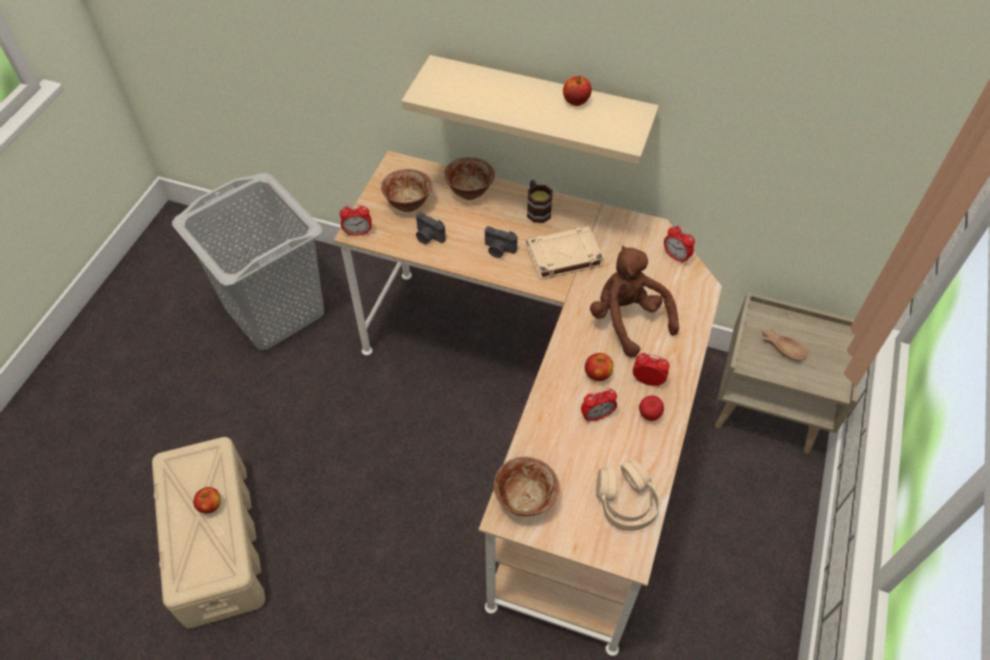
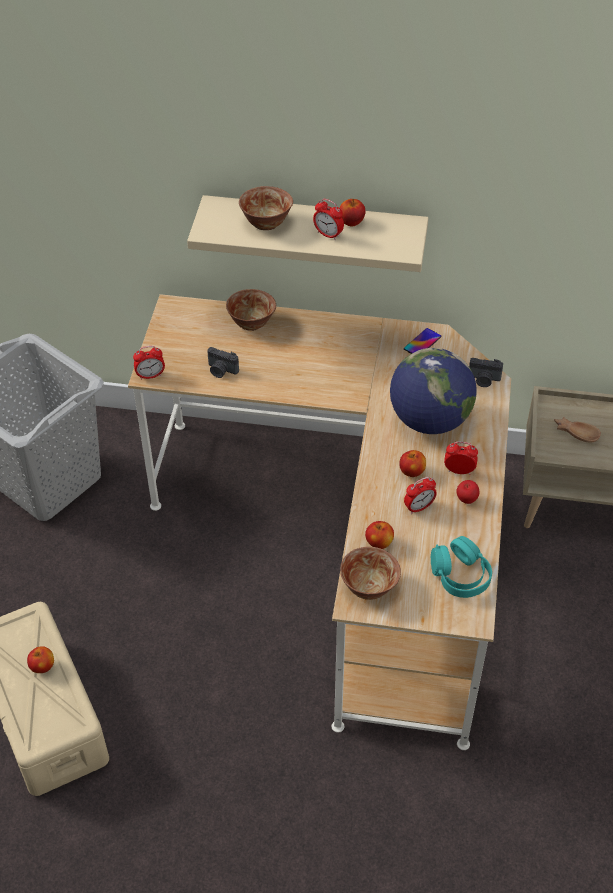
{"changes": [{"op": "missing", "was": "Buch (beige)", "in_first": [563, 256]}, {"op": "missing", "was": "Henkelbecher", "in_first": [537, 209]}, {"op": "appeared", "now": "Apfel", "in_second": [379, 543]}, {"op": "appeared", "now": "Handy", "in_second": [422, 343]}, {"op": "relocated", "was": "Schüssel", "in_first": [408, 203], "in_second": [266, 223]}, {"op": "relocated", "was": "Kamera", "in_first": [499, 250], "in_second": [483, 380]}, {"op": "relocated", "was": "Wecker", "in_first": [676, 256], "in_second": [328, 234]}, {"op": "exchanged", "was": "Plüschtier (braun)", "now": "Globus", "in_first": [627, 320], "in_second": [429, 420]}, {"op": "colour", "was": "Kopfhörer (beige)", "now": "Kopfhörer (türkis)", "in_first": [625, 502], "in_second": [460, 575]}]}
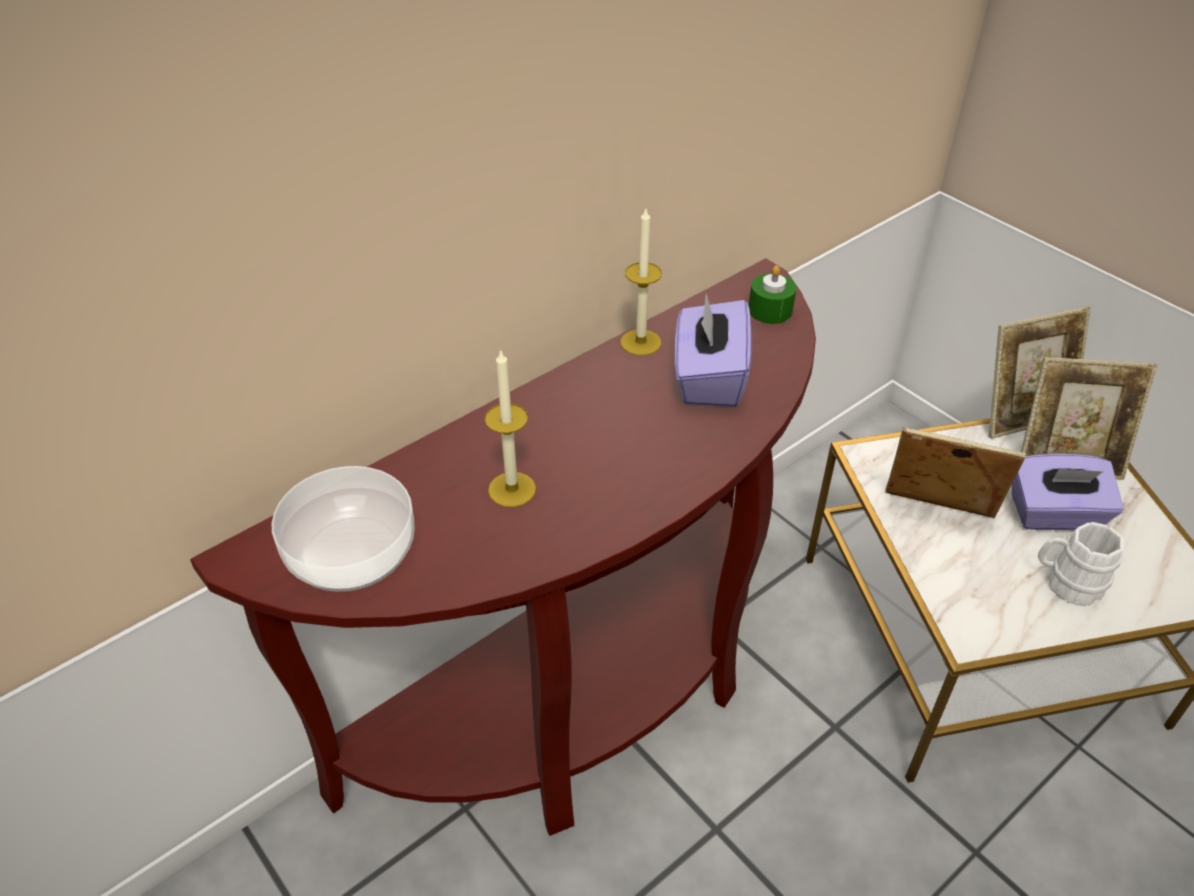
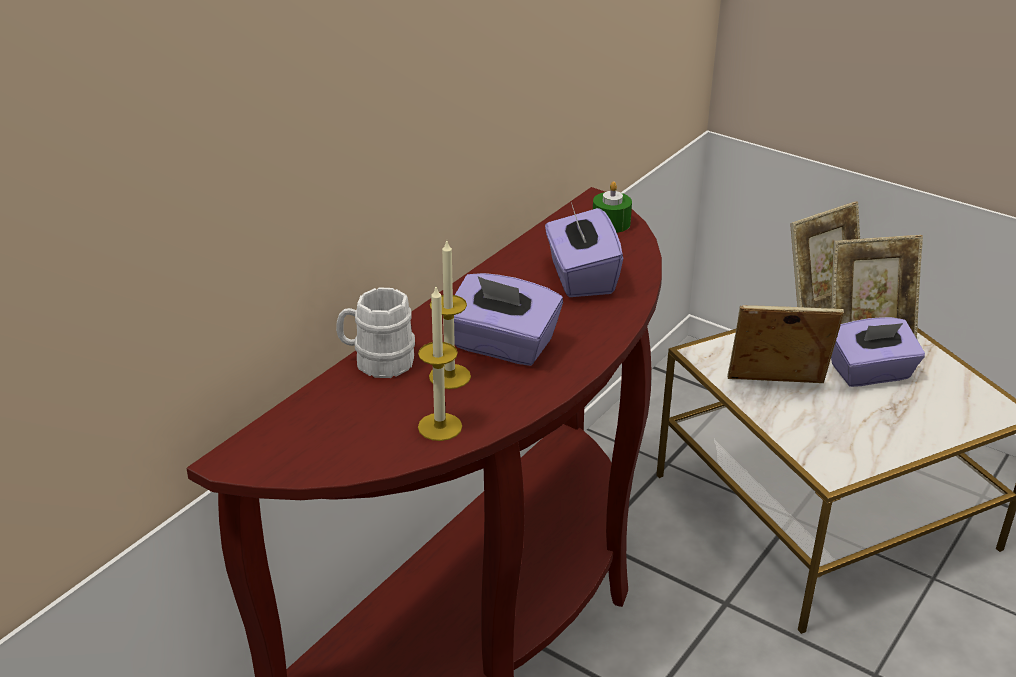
{"changes": [{"op": "missing", "was": "Schüssel", "in_first": [351, 552]}, {"op": "appeared", "now": "Taschentuchbox (lila)", "in_second": [502, 346]}, {"op": "relocated", "was": "Kerze", "in_first": [640, 342], "in_second": [440, 427]}, {"op": "relocated", "was": "Henkelbecher (weiß)", "in_first": [1066, 583], "in_second": [377, 362]}]}
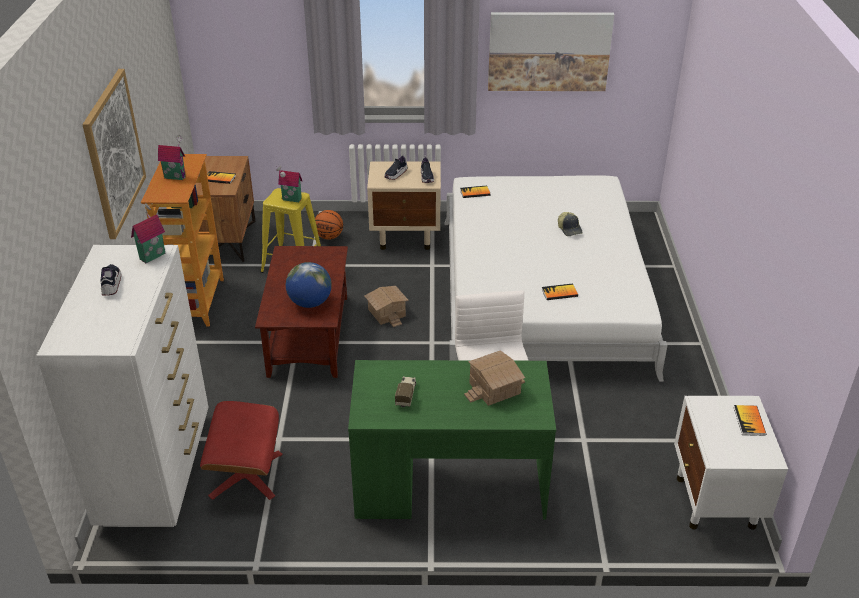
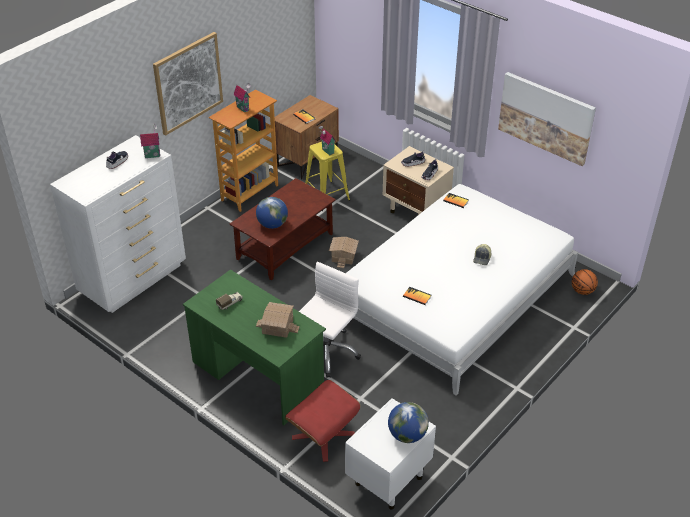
{"changes": [{"op": "relocated", "was": "Polsterhocker (rot)", "in_first": [245, 474], "in_second": [323, 435]}, {"op": "relocated", "was": "Basketball", "in_first": [329, 237], "in_second": [582, 291]}, {"op": "exchanged", "was": "Buch", "now": "Globus", "in_first": [749, 421], "in_second": [407, 435]}]}
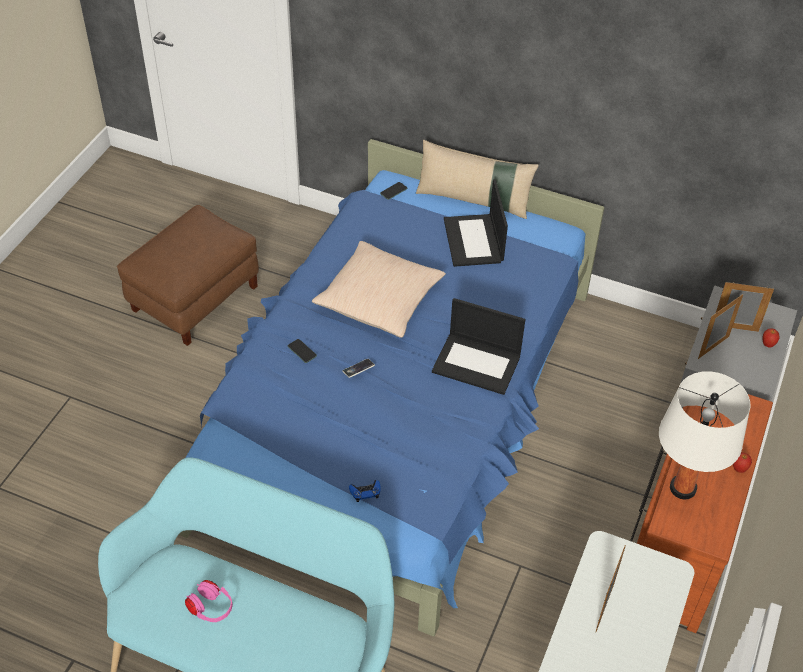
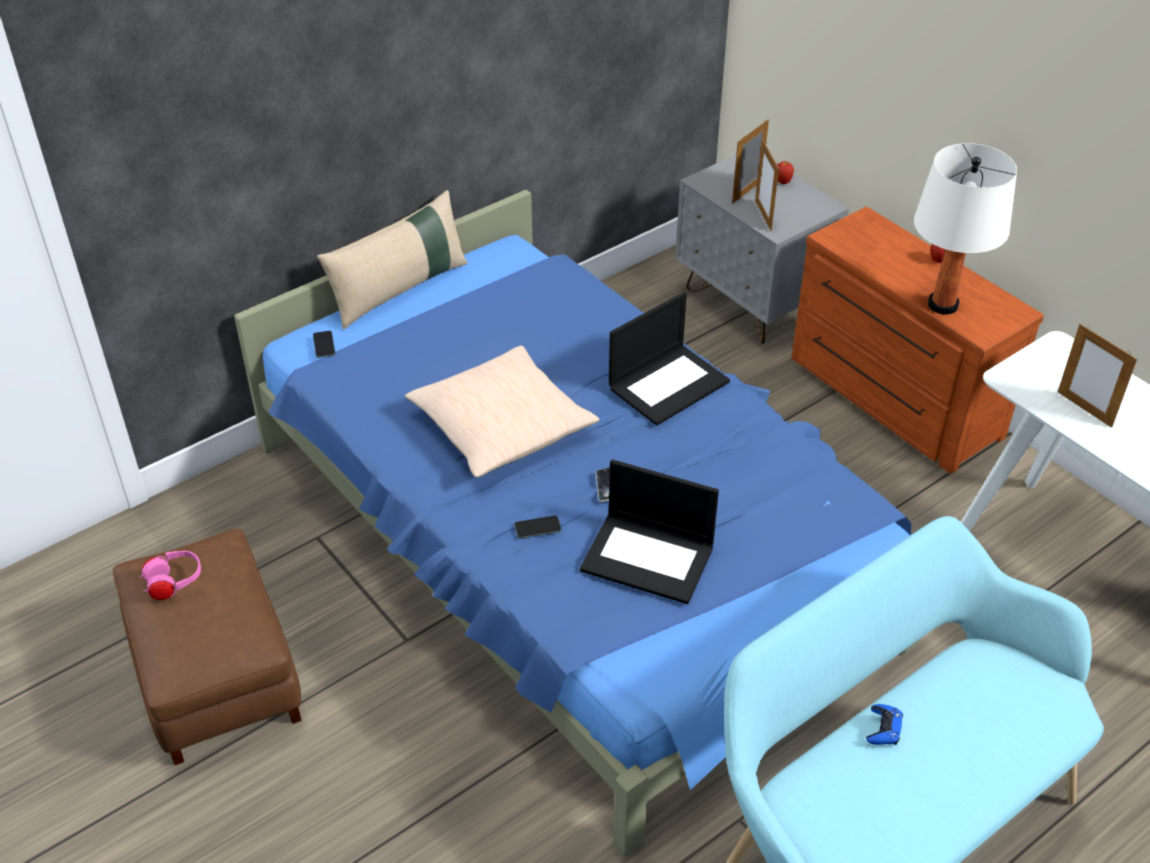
{"changes": [{"op": "relocated", "was": "Kopfhörer (rosa)", "in_first": [210, 608], "in_second": [174, 584]}, {"op": "relocated", "was": "Gamepad (blau)", "in_first": [365, 492], "in_second": [883, 728]}, {"op": "relocated", "was": "Laptop", "in_first": [474, 241], "in_second": [649, 558]}]}
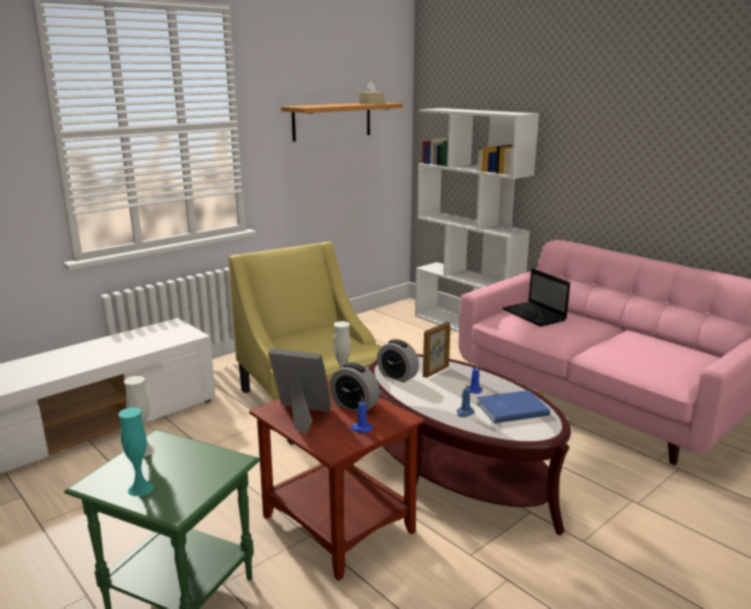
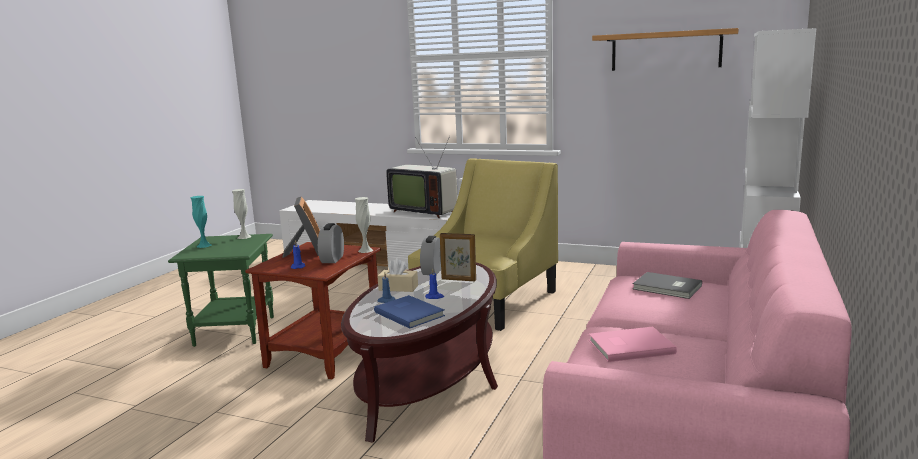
{"changes": [{"op": "appeared", "now": "Fernseher", "in_second": [424, 211]}, {"op": "appeared", "now": "Buch (rosa)", "in_second": [629, 346]}, {"op": "relocated", "was": "Taschentuchbox (beige)", "in_first": [371, 103], "in_second": [398, 288]}, {"op": "exchanged", "was": "Laptop", "now": "Buch (grau)", "in_first": [535, 315], "in_second": [667, 288]}]}
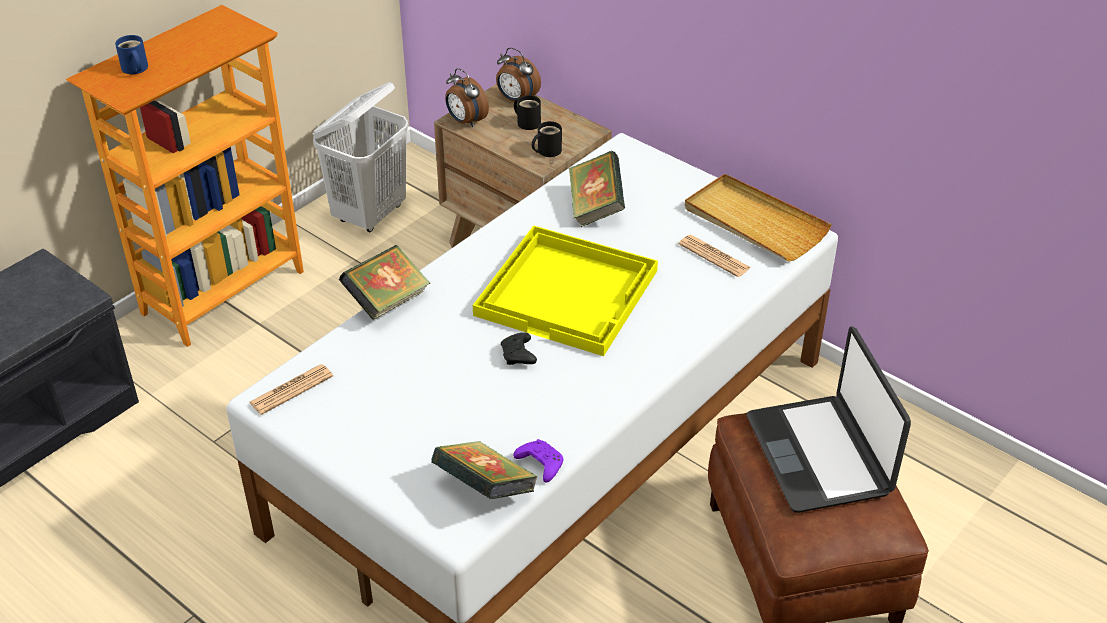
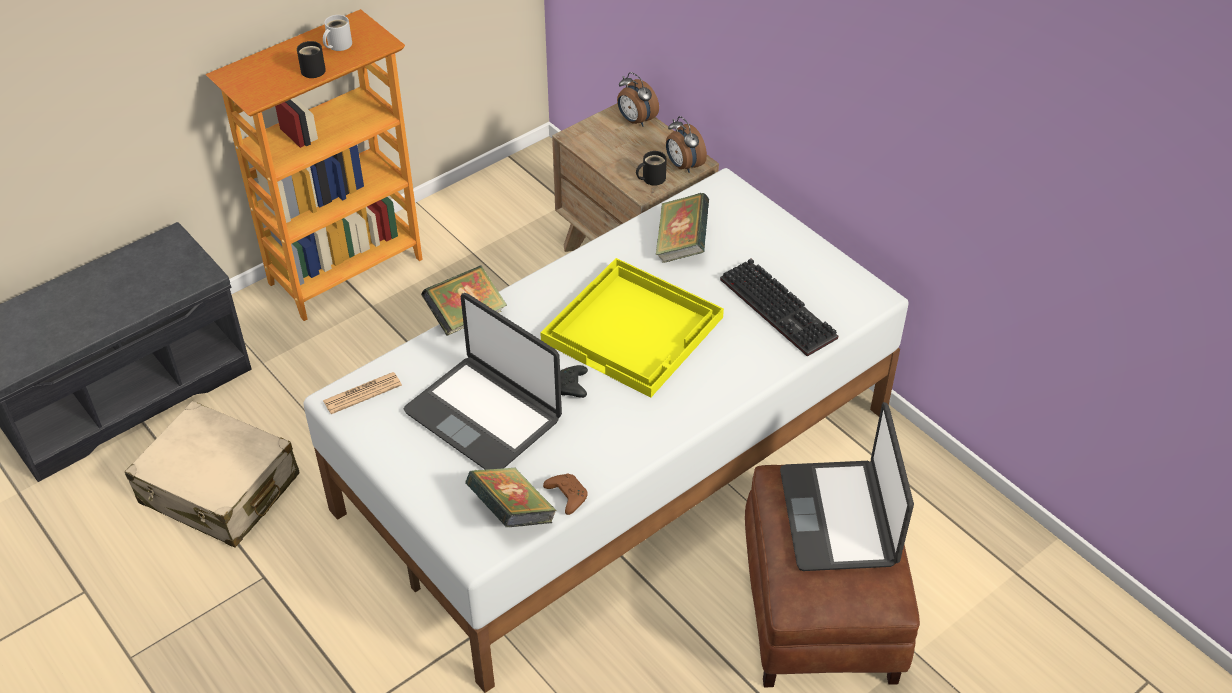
{"changes": [{"op": "missing", "was": "Henkelbecher (blau)", "in_first": [134, 69]}, {"op": "missing", "was": "Wäschekorb (weiß)", "in_first": [370, 214]}, {"op": "missing", "was": "Tablett (beige)", "in_first": [754, 222]}, {"op": "appeared", "now": "Koffer (beige)", "in_second": [219, 490]}, {"op": "appeared", "now": "Henkelbecher (weiß)", "in_second": [337, 45]}, {"op": "appeared", "now": "Laptop", "in_second": [484, 415]}, {"op": "relocated", "was": "Wecker", "in_first": [465, 121], "in_second": [683, 166]}, {"op": "relocated", "was": "Henkelbecher (schwarz)", "in_first": [528, 122], "in_second": [312, 69]}, {"op": "exchanged", "was": "Zeitung", "now": "Tastatur", "in_first": [714, 256], "in_second": [781, 309]}, {"op": "colour", "was": "Gamepad (lila)", "now": "Gamepad (braun)", "in_first": [539, 464], "in_second": [566, 496]}]}
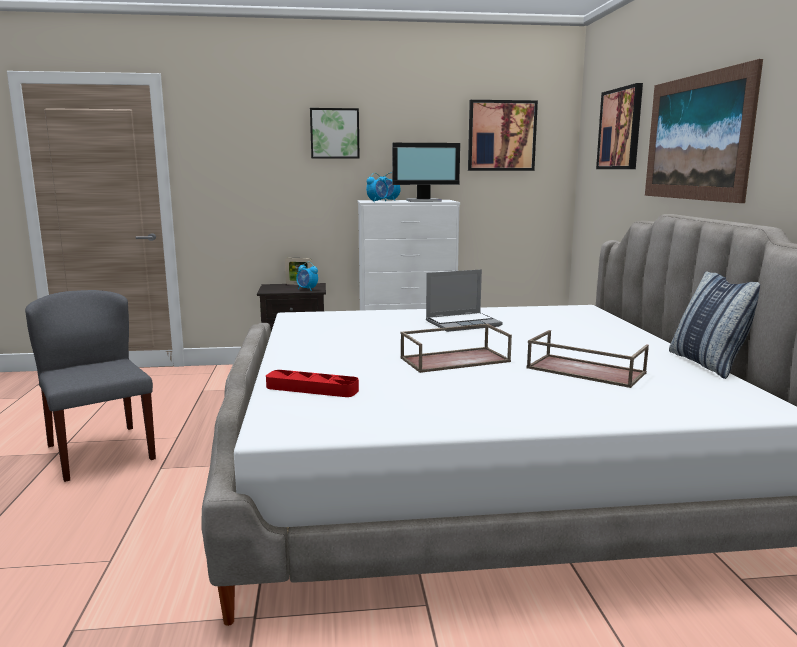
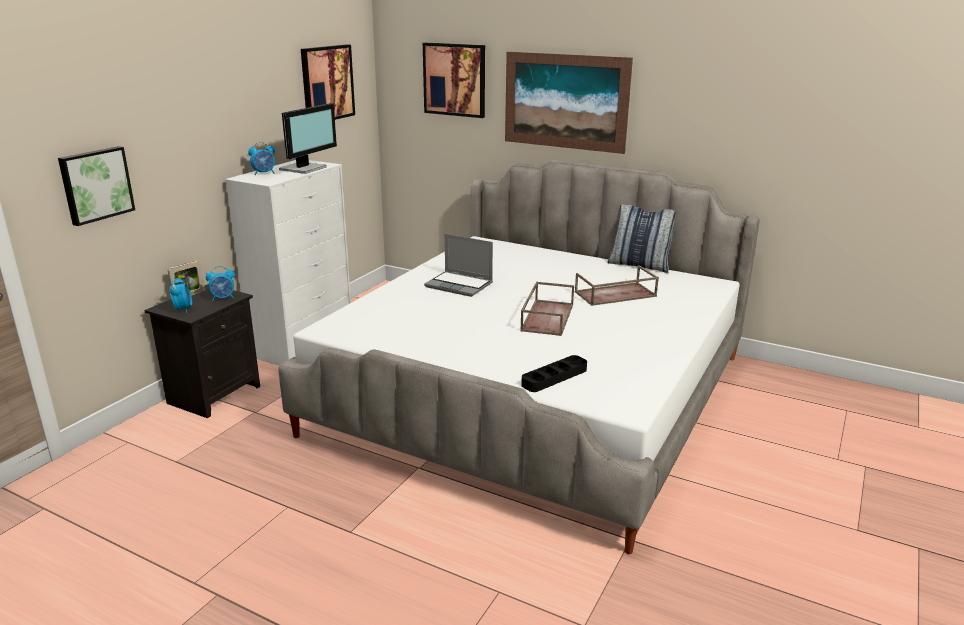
{"changes": [{"op": "missing", "was": "Stuhl (grau)", "in_first": [100, 452]}, {"op": "relocated", "was": "Bild", "in_first": [334, 133], "in_second": [95, 184]}, {"op": "relocated", "was": "Wecker", "in_first": [377, 201], "in_second": [183, 309]}, {"op": "colour", "was": "Tablett (rot)", "now": "Tablett (schwarz)", "in_first": [312, 389], "in_second": [554, 377]}, {"op": "spun", "was": "Laptop", "in_first": [463, 323], "in_second": [460, 285], "clockwise": 105}]}
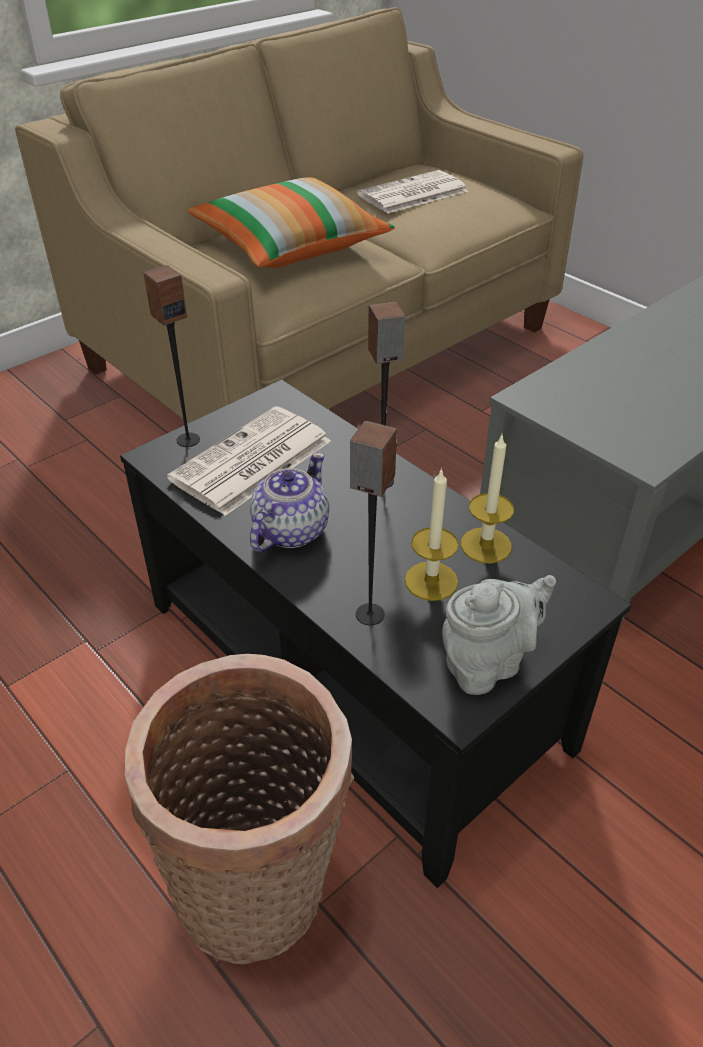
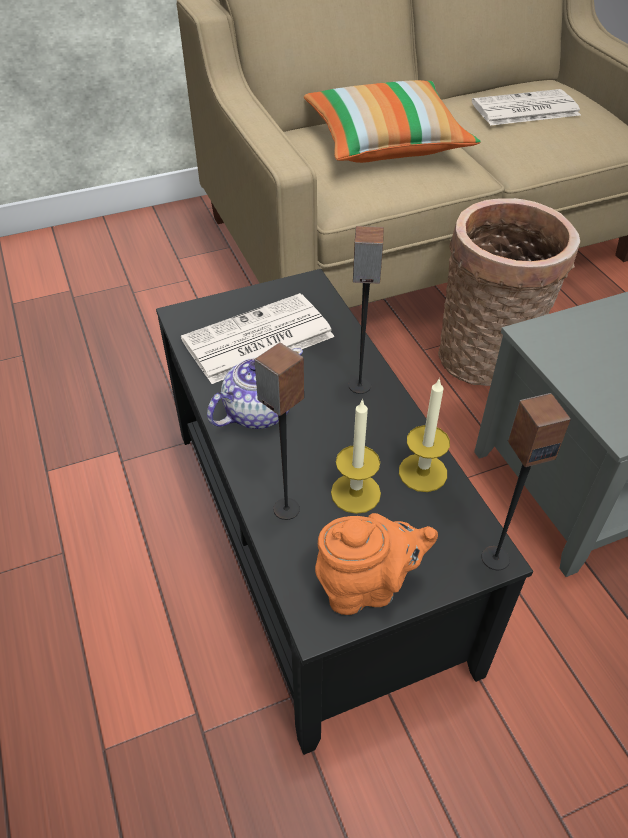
{"changes": [{"op": "relocated", "was": "Korb", "in_first": [260, 889], "in_second": [486, 359]}, {"op": "relocated", "was": "Lautsprecher", "in_first": [188, 440], "in_second": [495, 557]}, {"op": "colour", "was": "Teekanne (grau)", "now": "Teekanne (orange)", "in_first": [488, 663], "in_second": [366, 587]}]}
